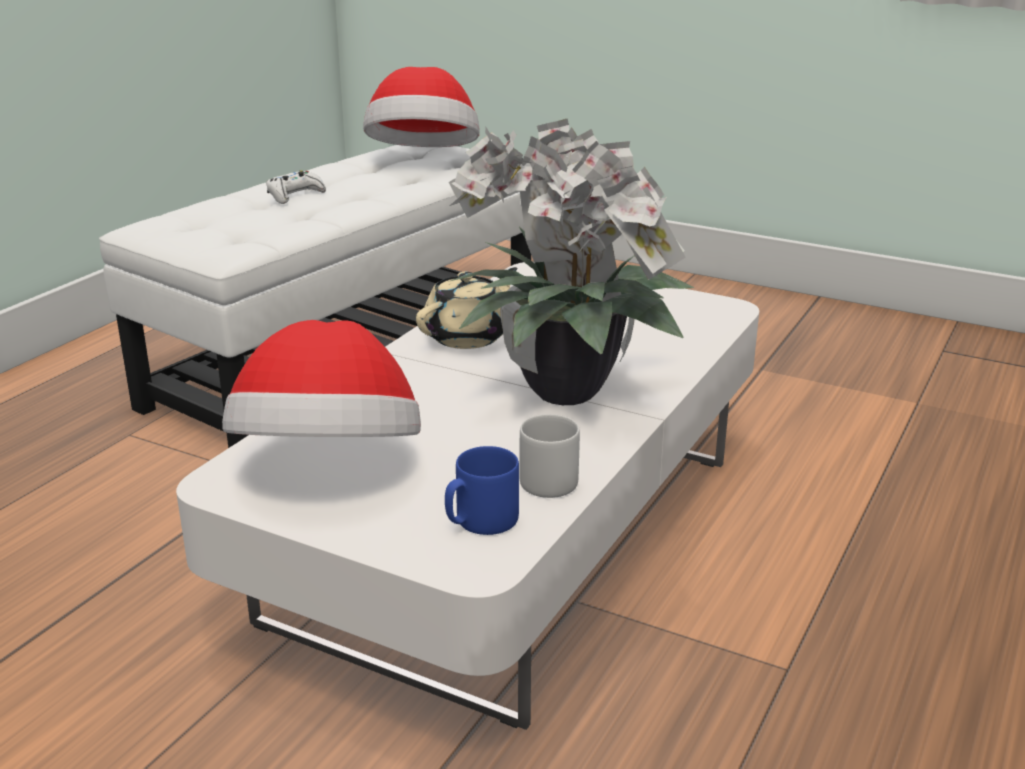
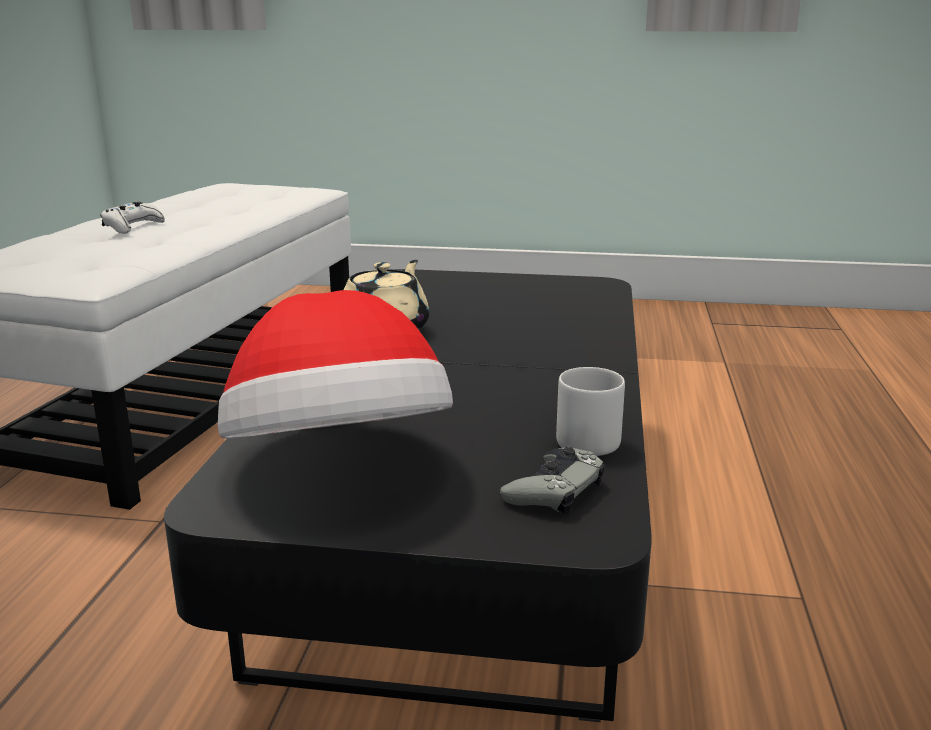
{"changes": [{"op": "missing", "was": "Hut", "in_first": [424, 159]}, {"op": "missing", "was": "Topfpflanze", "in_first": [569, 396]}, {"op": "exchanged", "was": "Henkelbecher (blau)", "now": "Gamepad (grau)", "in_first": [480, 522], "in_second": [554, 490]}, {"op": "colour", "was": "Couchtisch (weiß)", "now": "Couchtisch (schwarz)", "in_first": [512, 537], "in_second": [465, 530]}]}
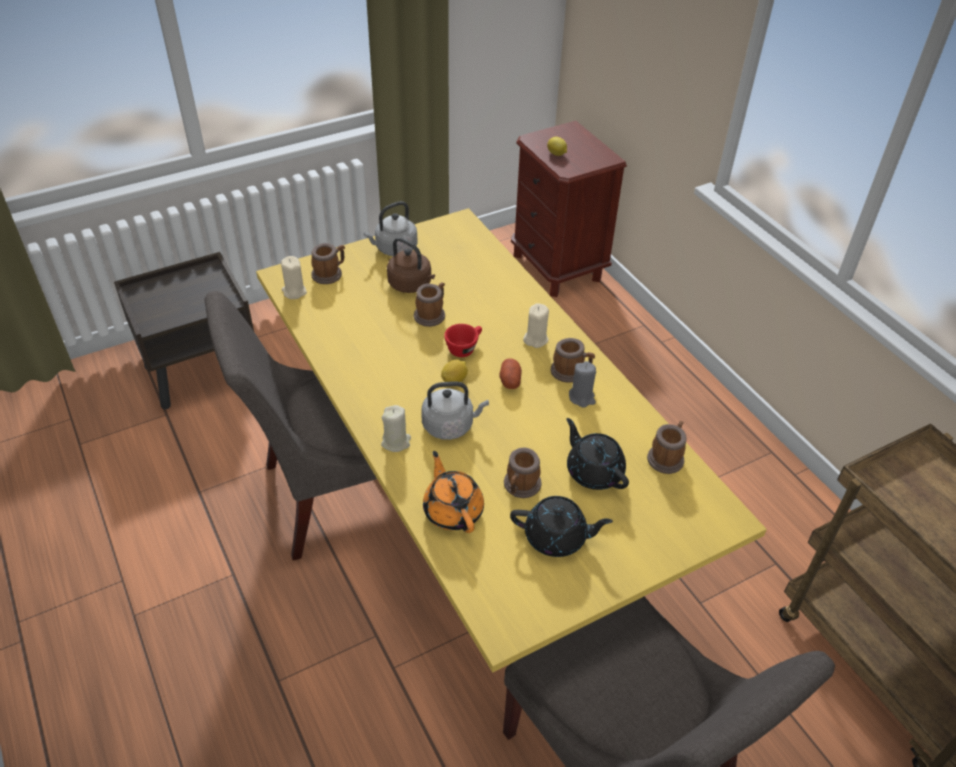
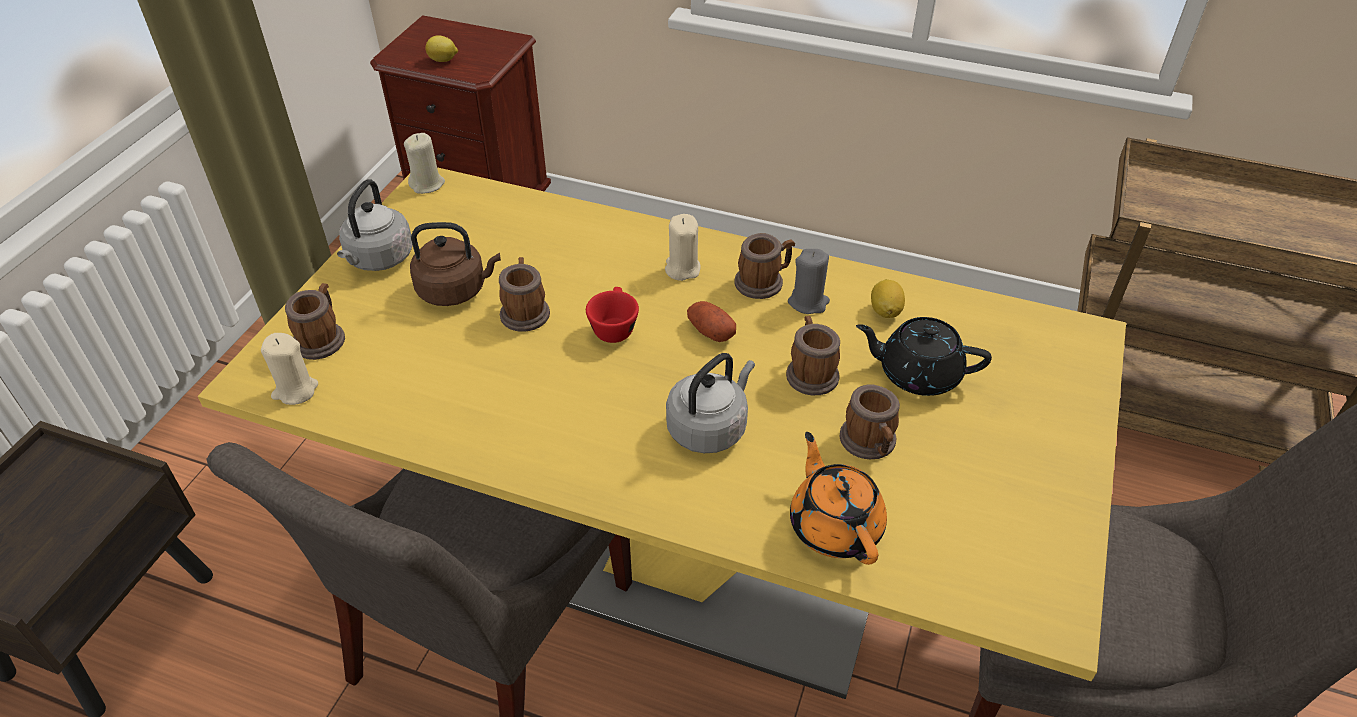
{"changes": [{"op": "missing", "was": "Teekanne (schwarz)", "in_first": [556, 537]}, {"op": "relocated", "was": "Kerze (beige)", "in_first": [396, 442], "in_second": [427, 184]}, {"op": "relocated", "was": "Zitrone", "in_first": [454, 380], "in_second": [885, 311]}, {"op": "relocated", "was": "Henkelbecher", "in_first": [667, 457], "in_second": [810, 372]}, {"op": "spun", "was": "Teekanne (orange)", "in_first": [453, 510], "in_second": [834, 525], "clockwise": 45}]}
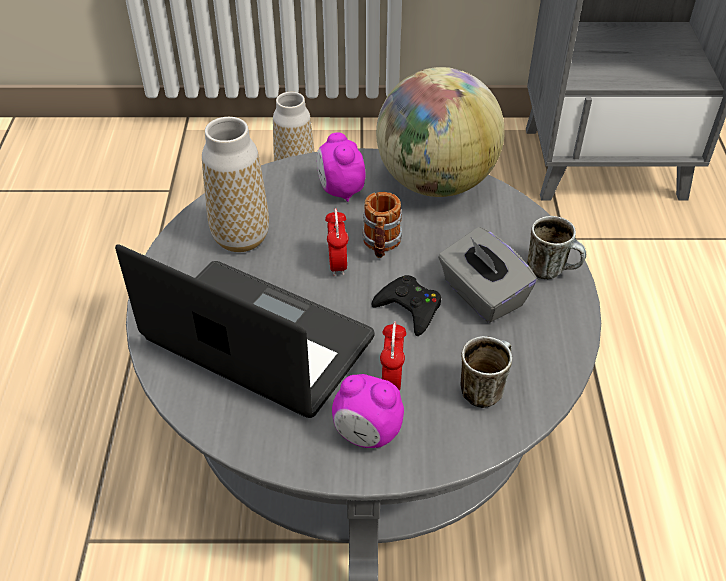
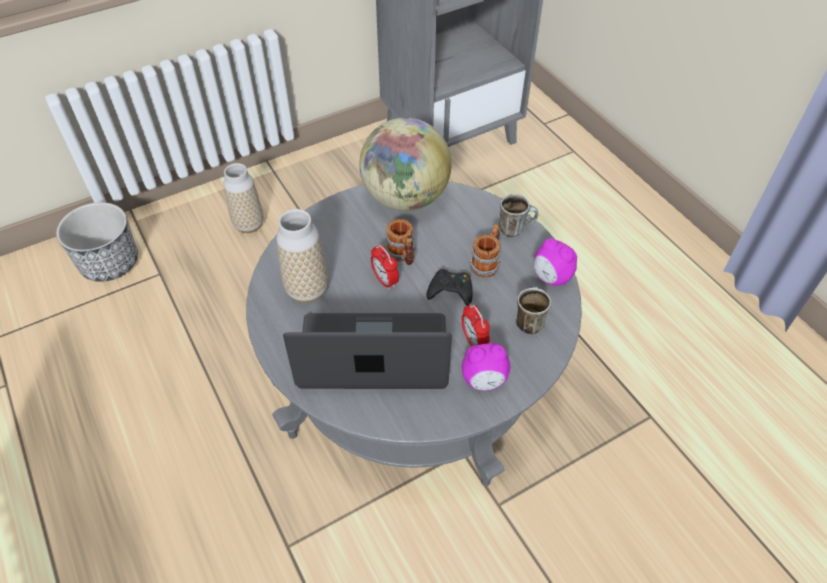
{"changes": [{"op": "appeared", "now": "Pflanzkübel", "in_second": [110, 263]}, {"op": "relocated", "was": "Wecker", "in_first": [340, 190], "in_second": [551, 278]}, {"op": "exchanged", "was": "Taschentuchbox (grau)", "now": "Henkelbecher", "in_first": [482, 295], "in_second": [487, 262]}]}
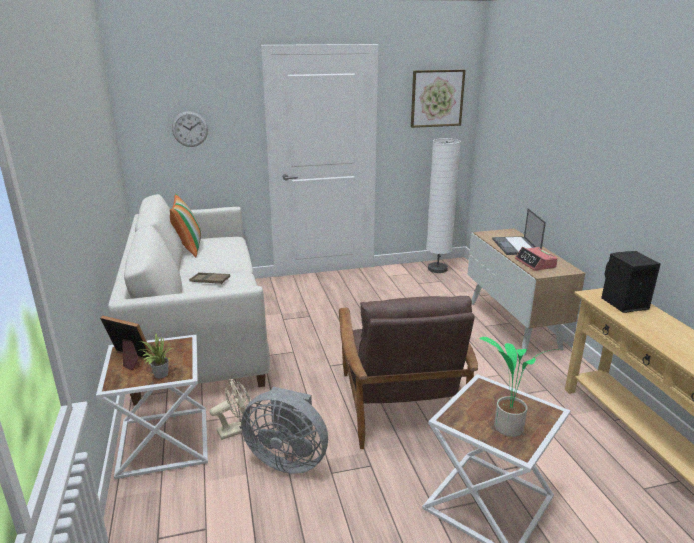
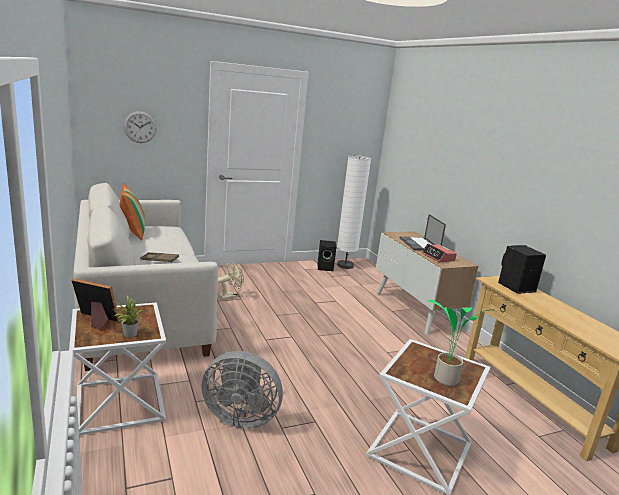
{"changes": [{"op": "missing", "was": "Sessel (braun)", "in_first": [400, 402]}, {"op": "missing", "was": "Bild", "in_first": [437, 98]}, {"op": "appeared", "now": "Lautsprecher (schwarz)", "in_second": [326, 267]}, {"op": "relocated", "was": "Ventilator (beige)", "in_first": [236, 430], "in_second": [230, 296]}]}
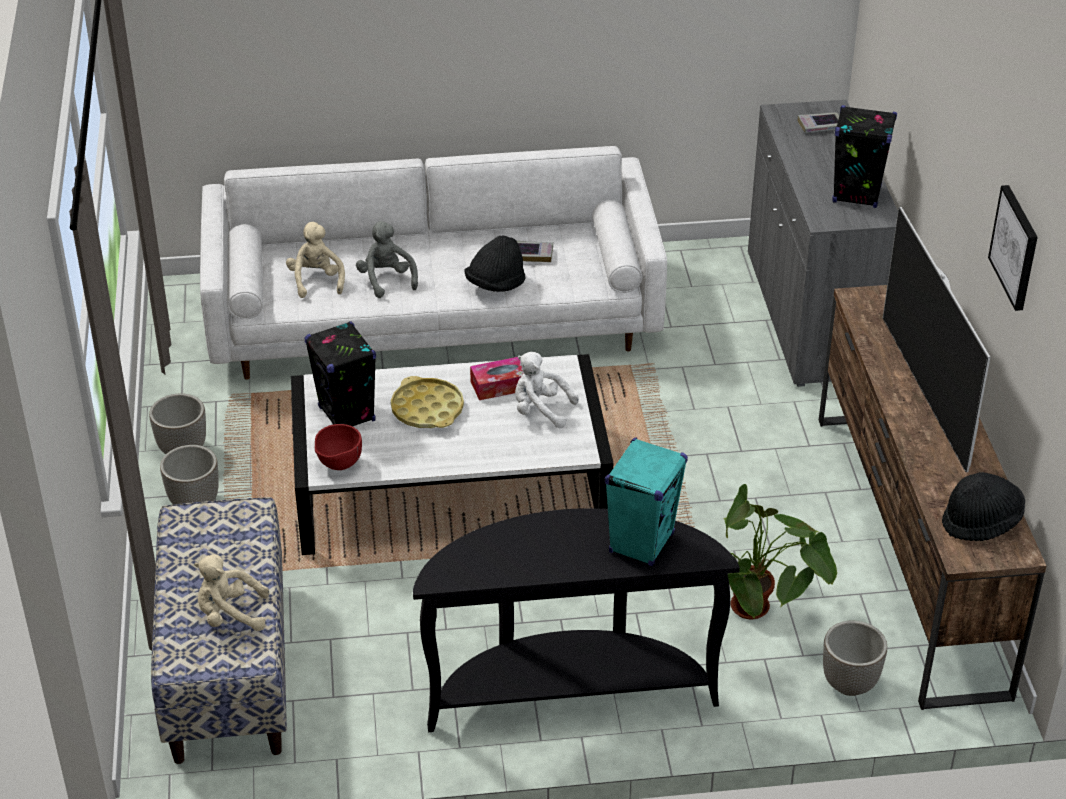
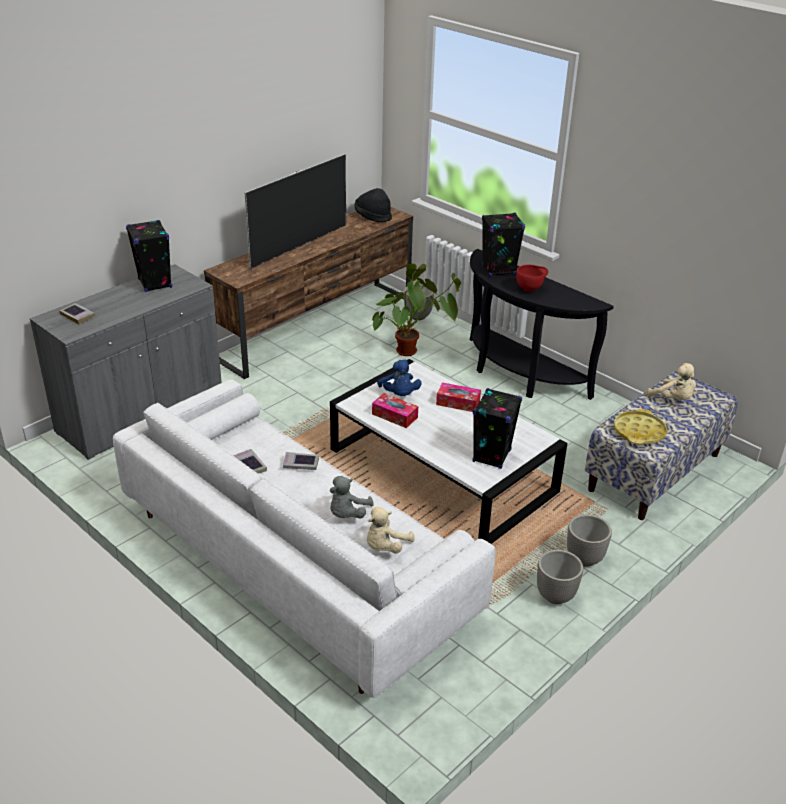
{"changes": [{"op": "missing", "was": "Bild", "in_first": [1015, 247]}, {"op": "appeared", "now": "Taschentuchbox", "in_second": [458, 403]}, {"op": "relocated", "was": "Schüssel (rot)", "in_first": [338, 466], "in_second": [530, 289]}, {"op": "relocated", "was": "Tablett (gelb)", "in_first": [427, 409], "in_second": [639, 432]}, {"op": "exchanged", "was": "Hut (schwarz)", "now": "Buch", "in_first": [495, 284], "in_second": [301, 464]}, {"op": "colour", "was": "Plüschtier (weiß)", "now": "Plüschtier (blau)", "in_first": [540, 410], "in_second": [399, 394]}, {"op": "colour", "was": "Lautsprecher (türkis)", "now": "Lautsprecher (schwarz)", "in_first": [641, 543], "in_second": [498, 270]}]}
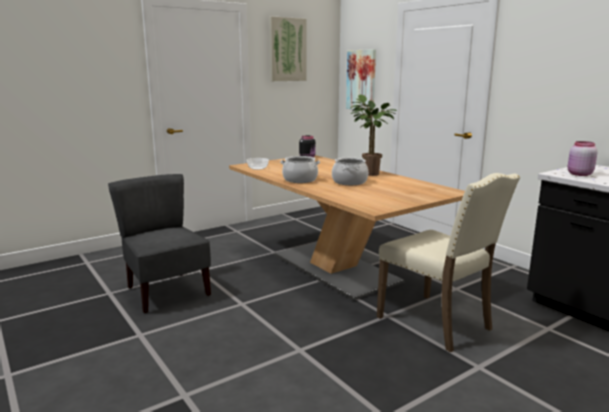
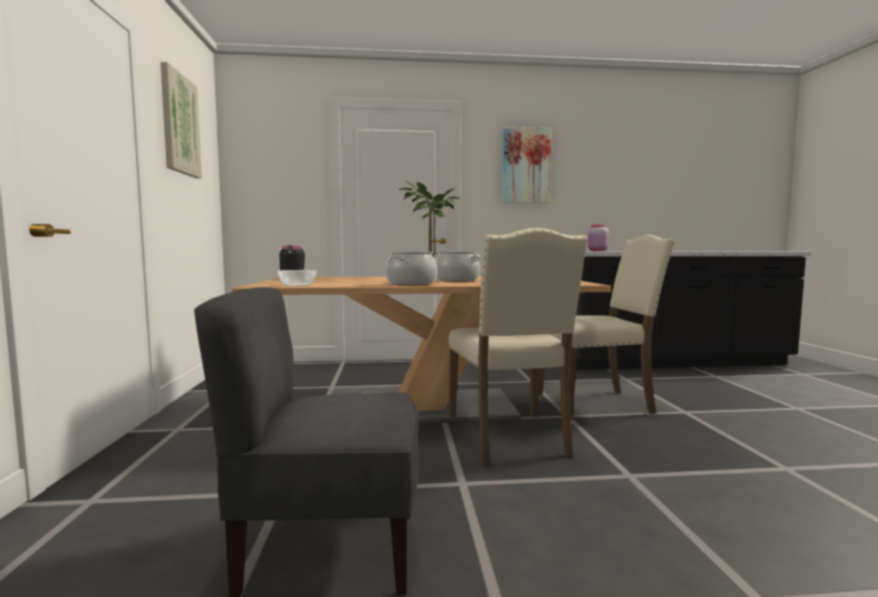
{"changes": [{"op": "appeared", "now": "Stuhl (beige)", "in_second": [510, 438]}, {"op": "relocated", "was": "Bild", "in_first": [361, 80], "in_second": [525, 165]}]}
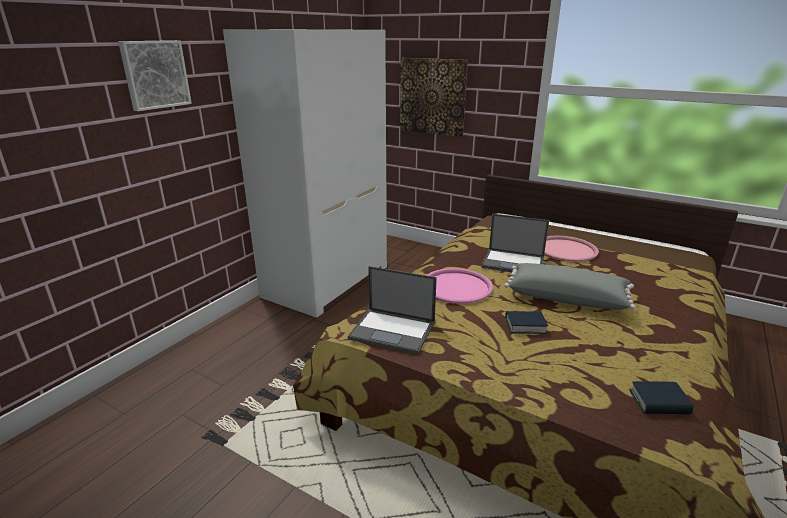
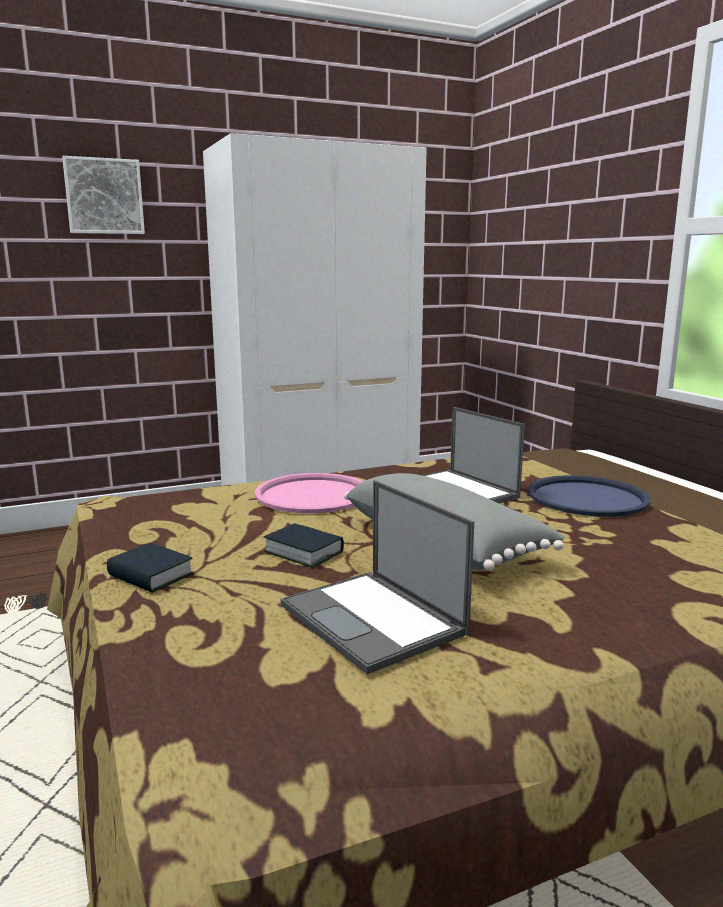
{"changes": [{"op": "missing", "was": "Bild", "in_first": [432, 96]}, {"op": "relocated", "was": "Laptop", "in_first": [393, 330], "in_second": [374, 620]}, {"op": "relocated", "was": "Buch", "in_first": [659, 402], "in_second": [150, 575]}, {"op": "colour", "was": "Tablett (rosa)", "now": "Tablett (blau)", "in_first": [565, 249], "in_second": [587, 497]}]}
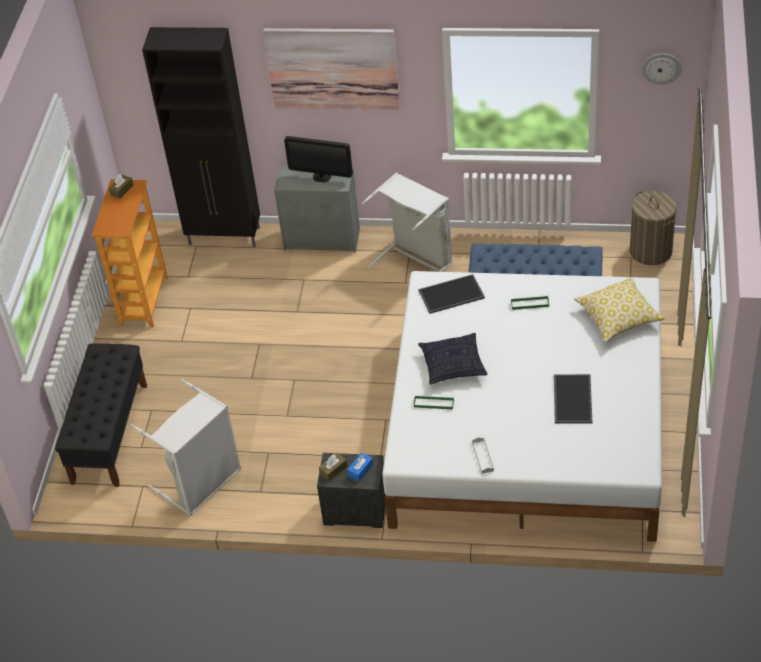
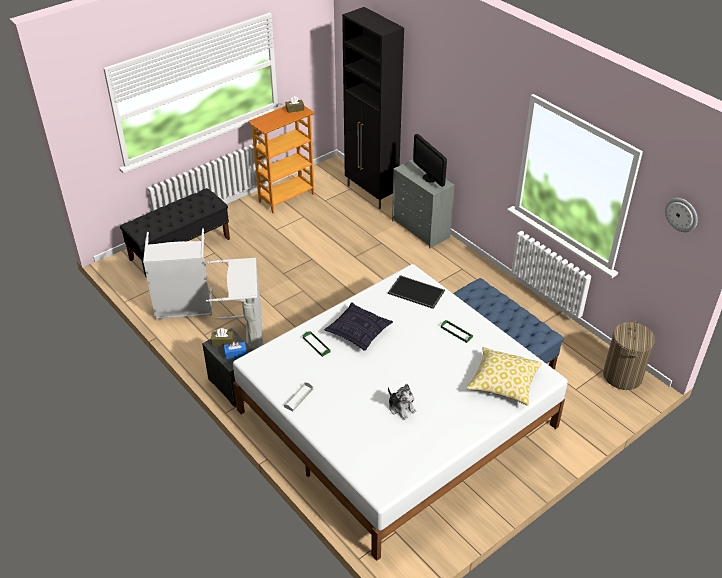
{"changes": [{"op": "missing", "was": "Bild", "in_first": [333, 68]}, {"op": "relocated", "was": "Wäschekorb (grau)", "in_first": [415, 260], "in_second": [246, 336]}, {"op": "exchanged", "was": "Tablett", "now": "Plüschtier", "in_first": [571, 398], "in_second": [401, 408]}]}
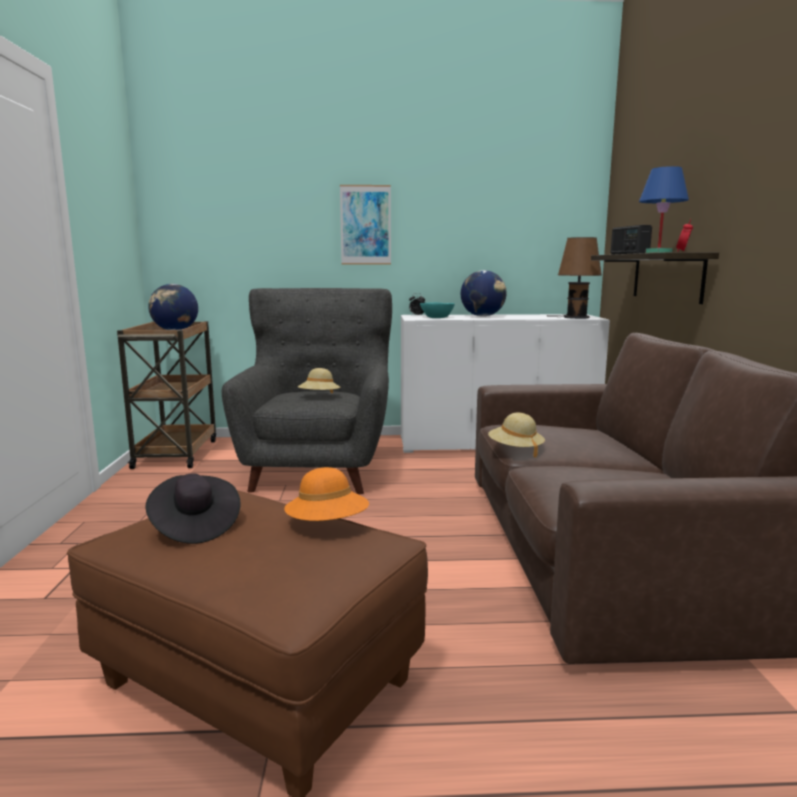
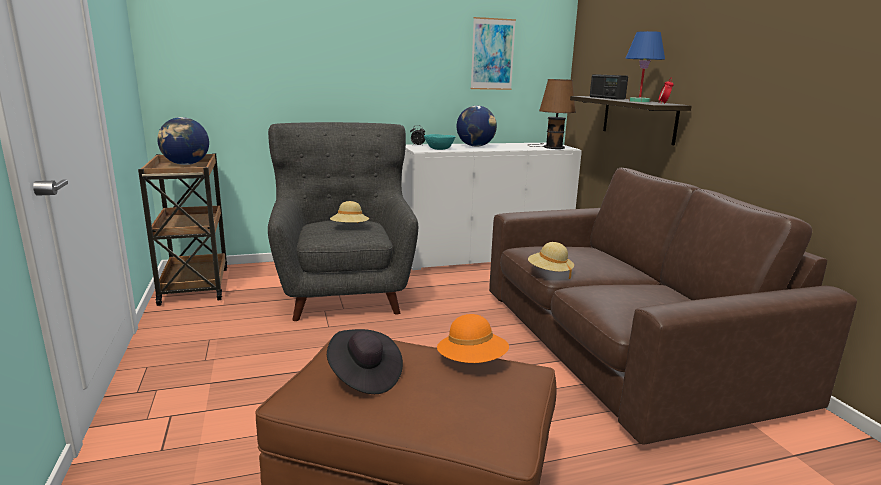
{"changes": [{"op": "relocated", "was": "Bild", "in_first": [365, 225], "in_second": [492, 54]}]}
